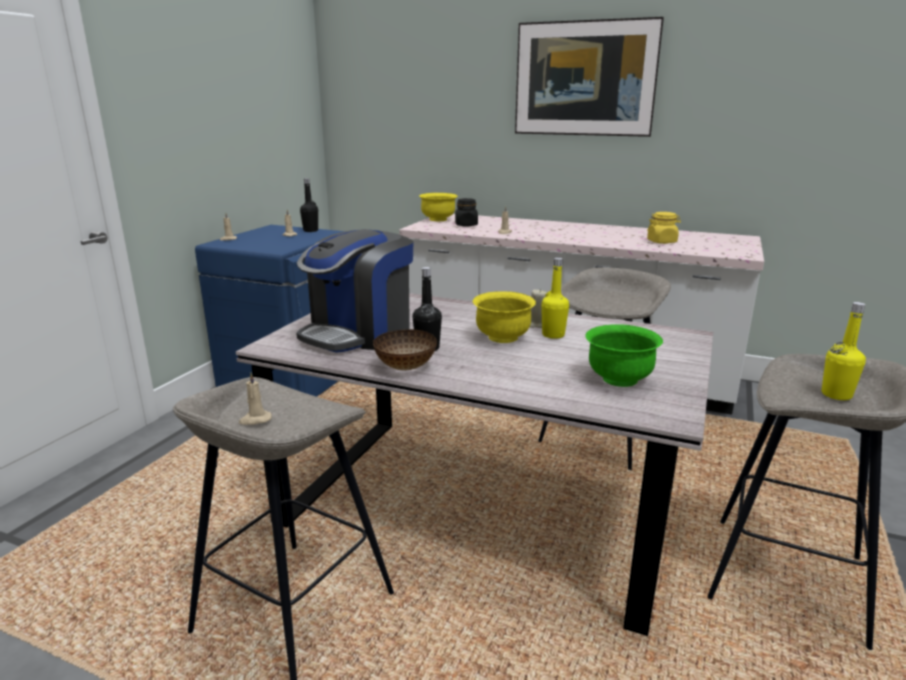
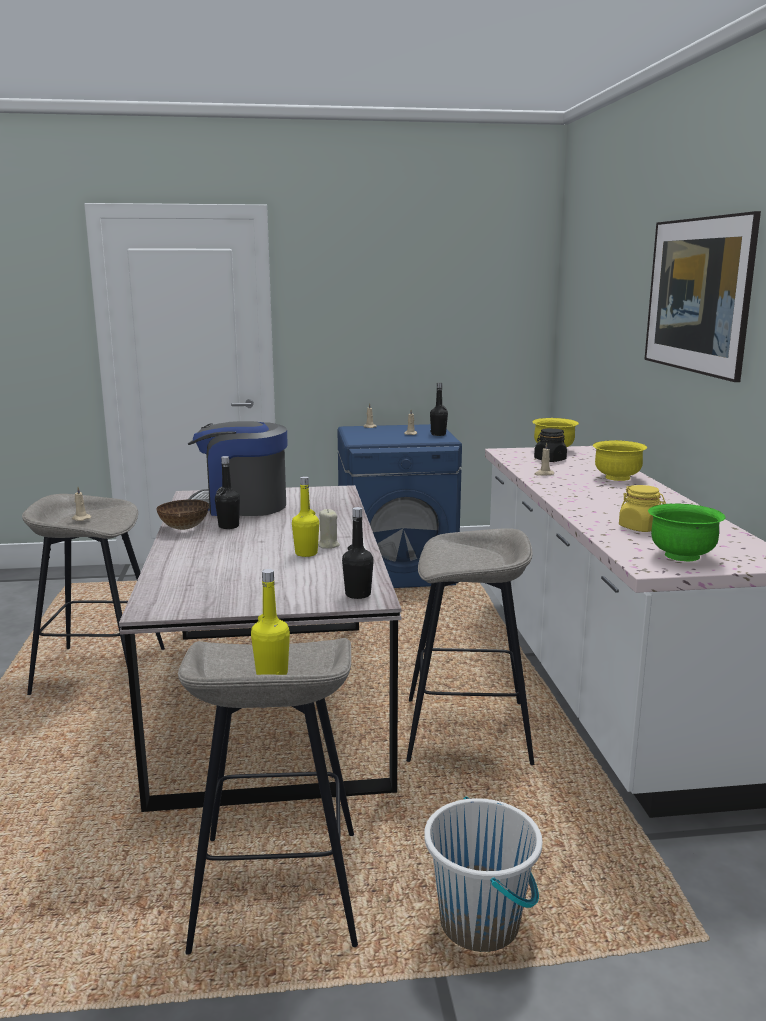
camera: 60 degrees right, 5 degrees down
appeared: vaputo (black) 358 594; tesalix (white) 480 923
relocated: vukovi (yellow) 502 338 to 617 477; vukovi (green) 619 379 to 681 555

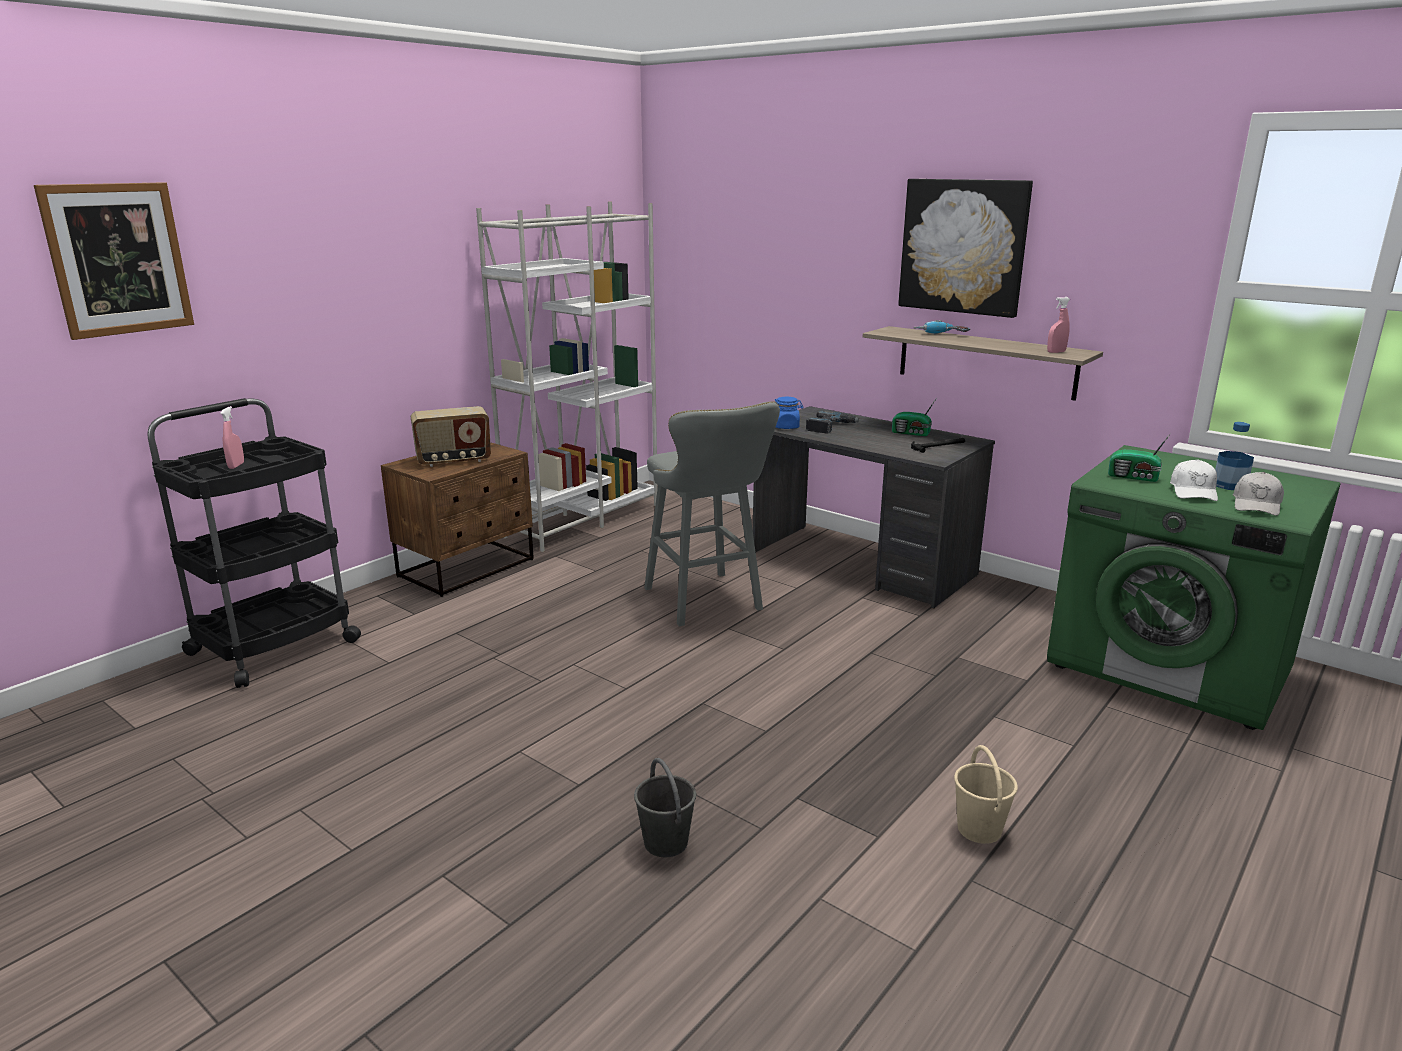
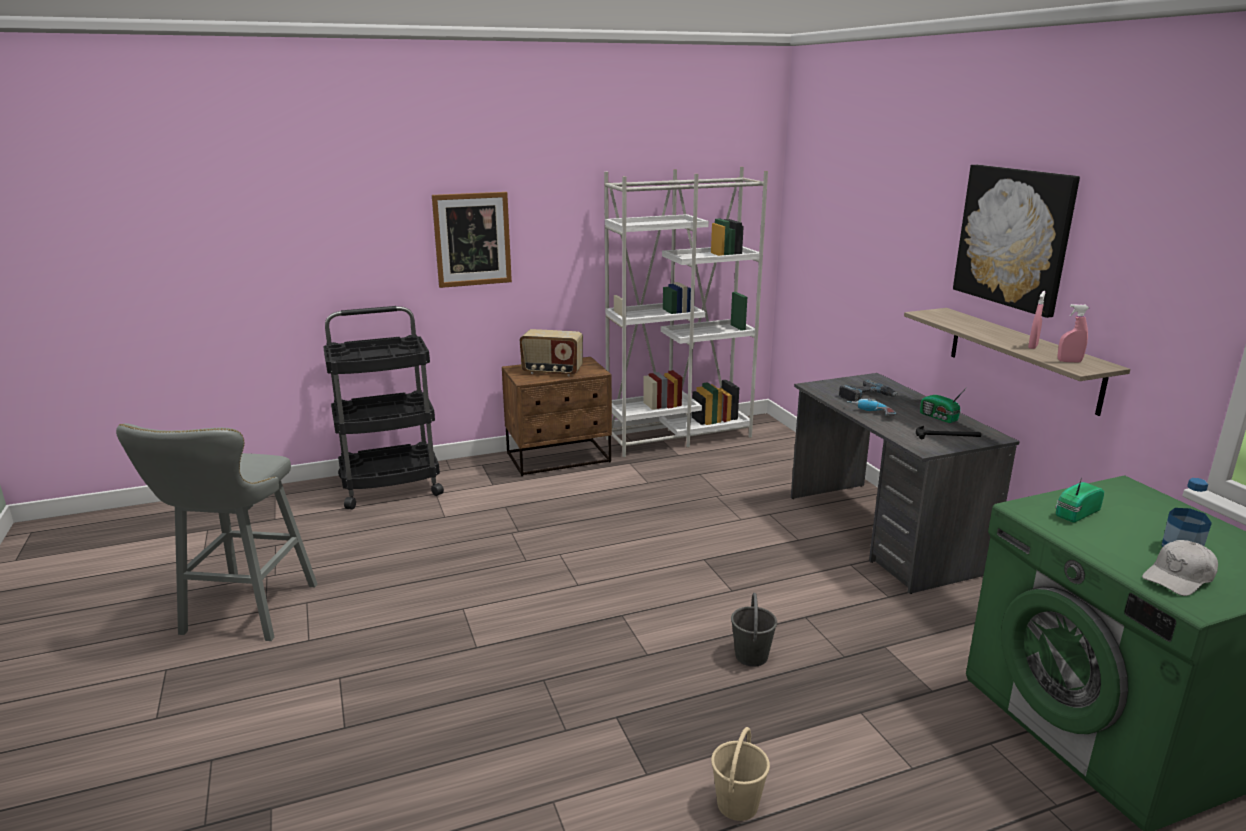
camera: 30 degrees right, 0 degrees up
missing: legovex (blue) 786 427; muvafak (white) 1193 491
relocated: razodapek 118 259 to 472 239; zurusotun 941 335 to 870 413; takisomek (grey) 708 604 to 242 617; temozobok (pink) 236 465 to 1033 346; tesalix (grey) 665 842 to 751 656
spun: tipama 1134 477 = 1075 513 90 degrees clockwise

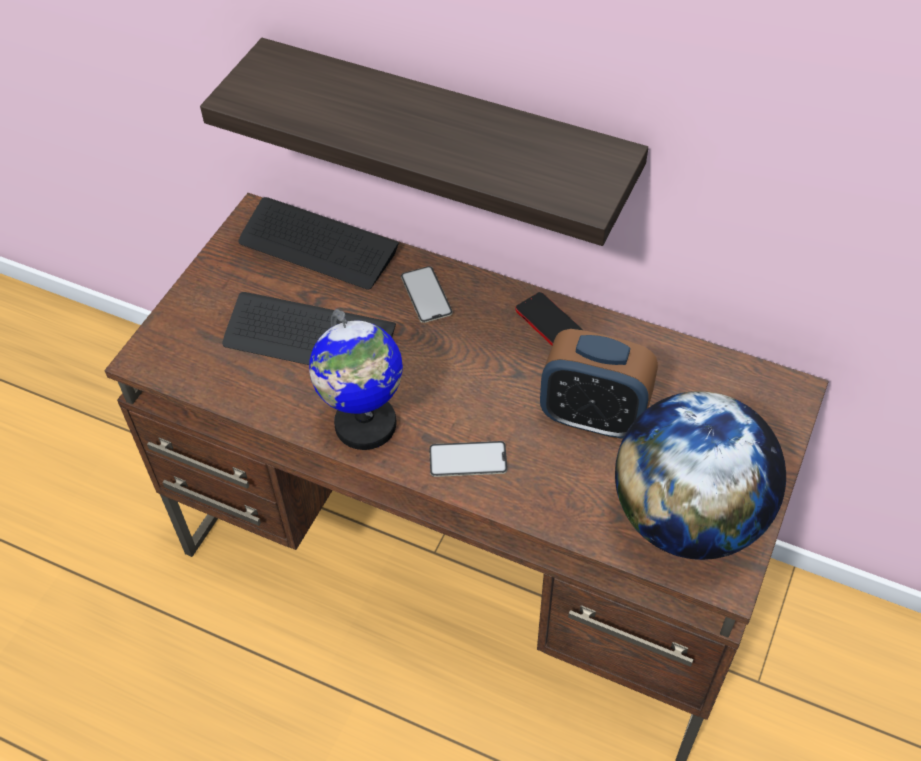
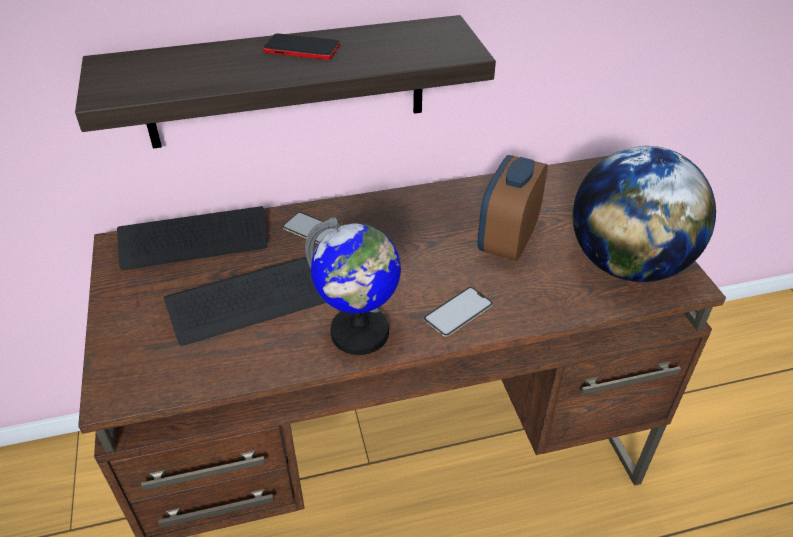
camera: 40 degrees left, 10 degrees down
relocated: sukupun 549 322 to 302 48
spun: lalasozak 593 417 = 507 241 135 degrees clockwise

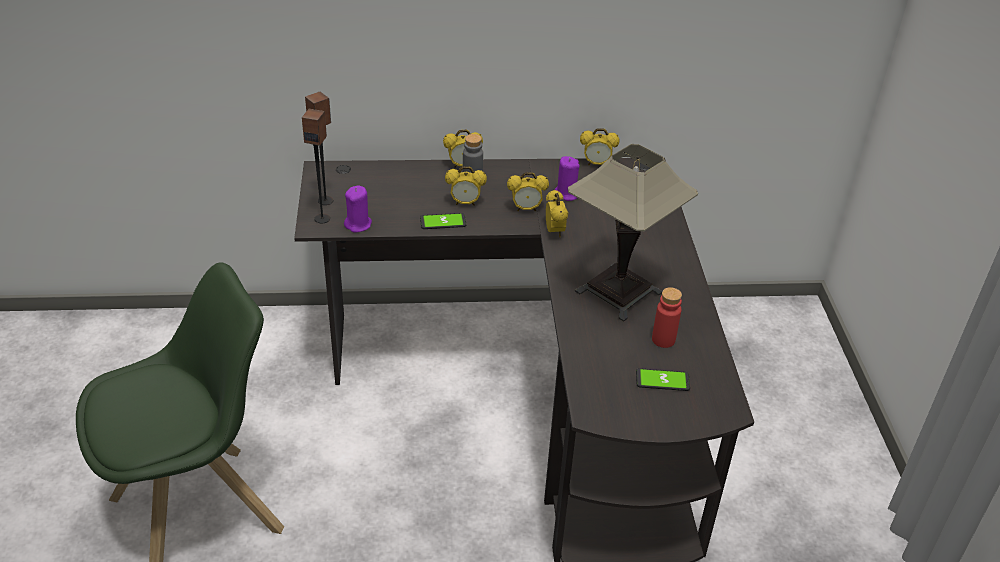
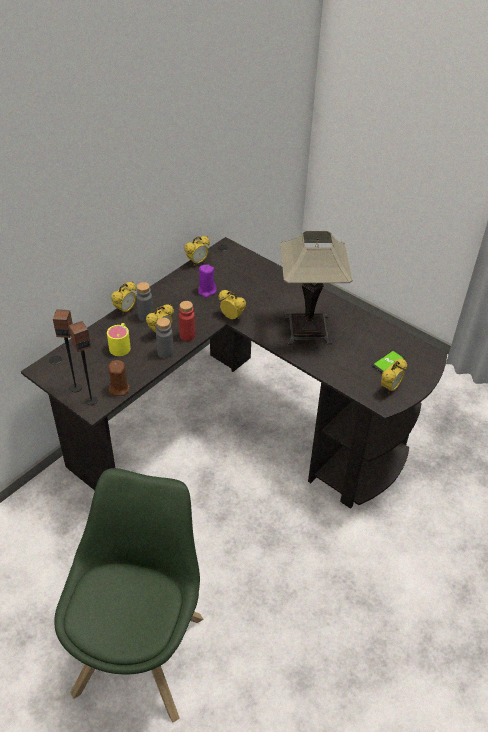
camera: 45 degrees left, 5 degrees up
appeared: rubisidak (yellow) 121 345
relocated: lalasozak 526 209 to 390 388; vaputo (red) 663 339 to 187 335
exchanged: sukupun 443 222 to vaputo (grey) 165 352
colour: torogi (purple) 358 224 to torogi (brown) 119 388

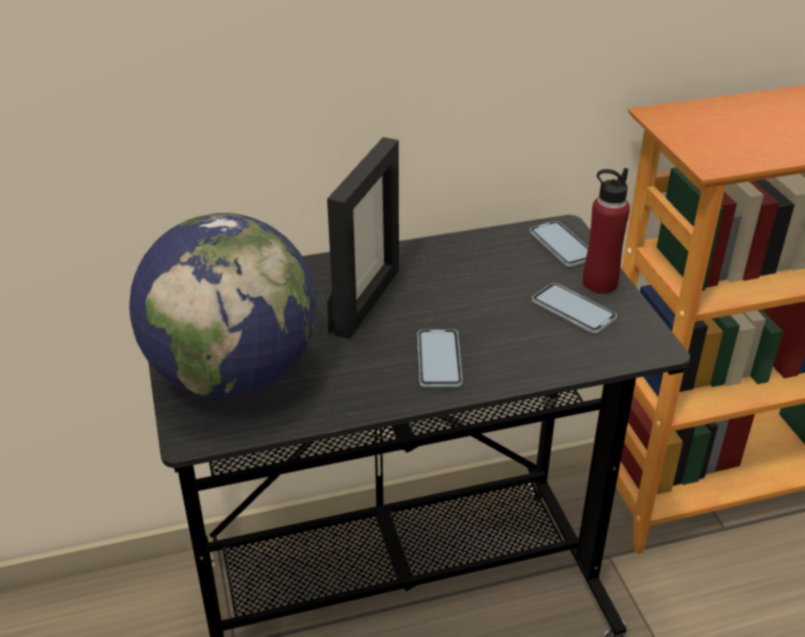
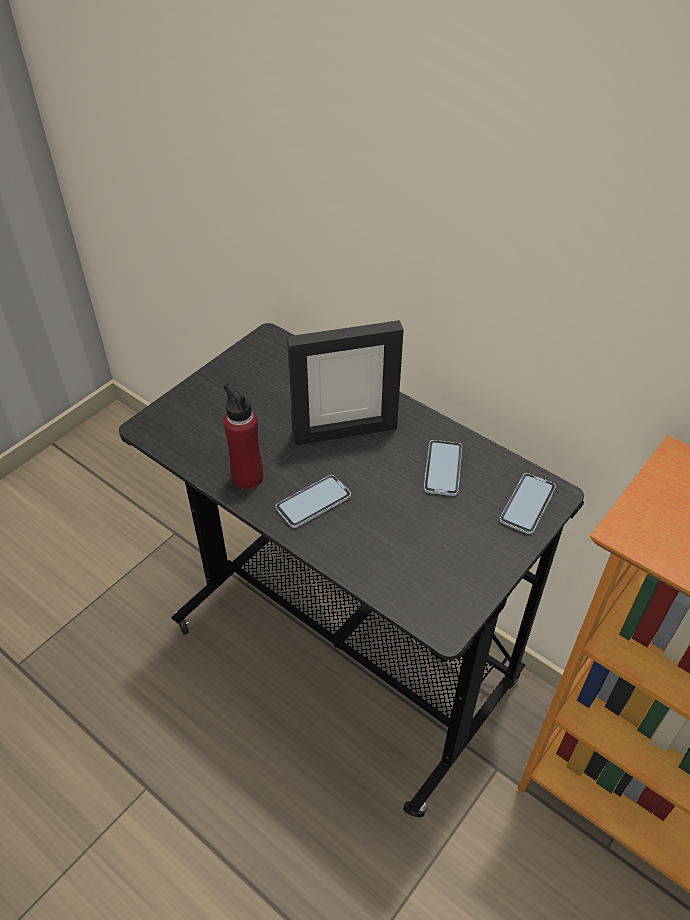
camera: 55 degrees right, 10 degrees up
missing: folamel 234 375
relocated: vaputo (red) 599 283 to 247 477; sukupun 573 310 to 443 469

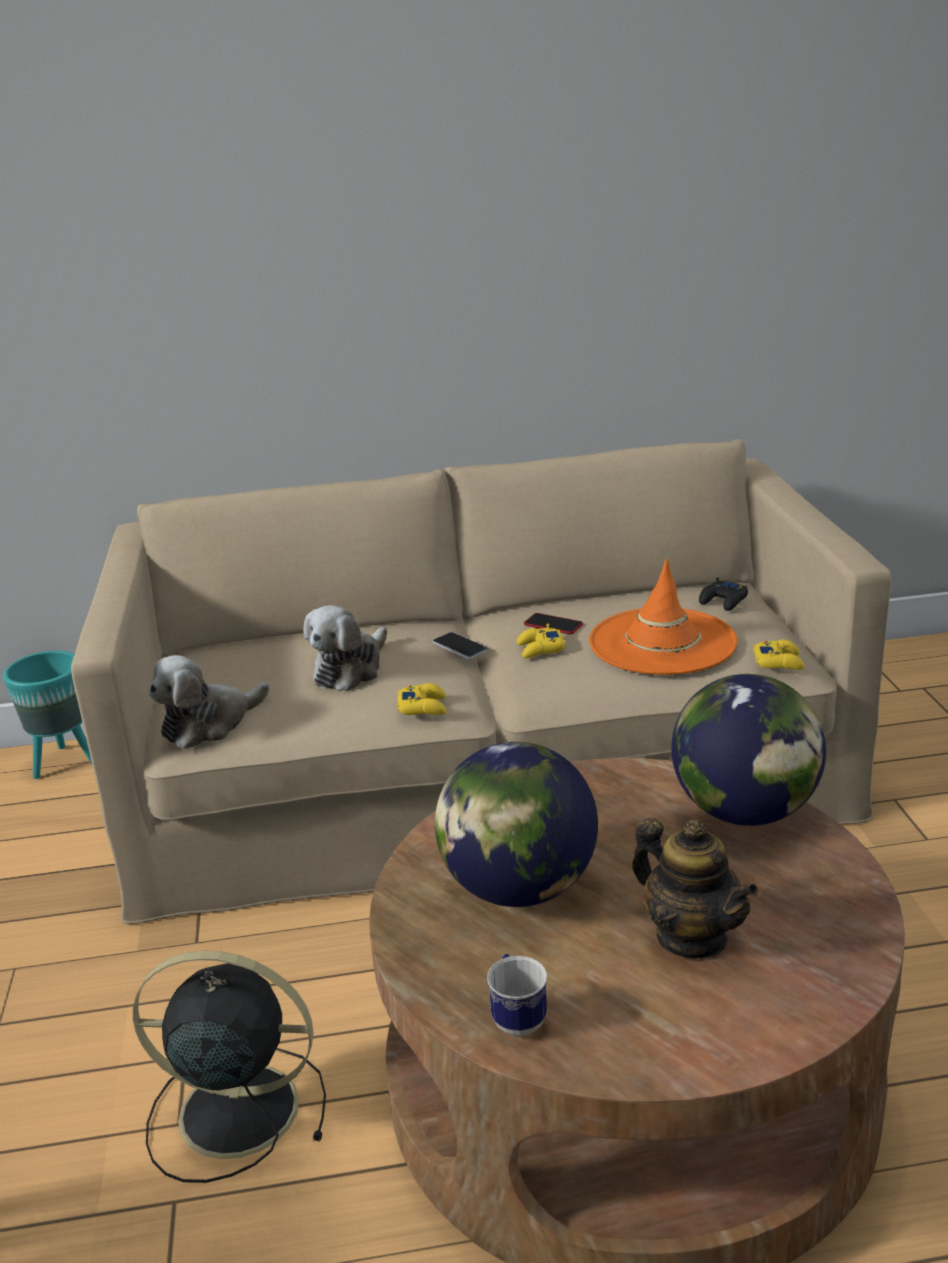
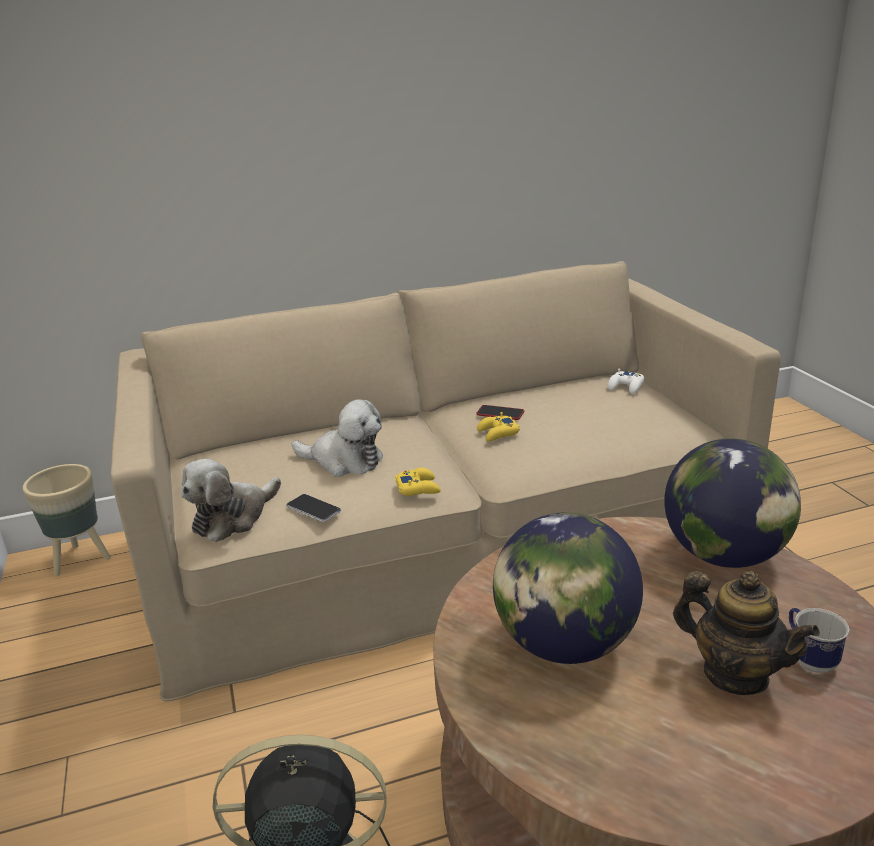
camera: 10 degrees left, 0 degrees up
missing: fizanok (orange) 662 642; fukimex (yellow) 779 661
relocated: sukupun 459 647 to 313 509; rubisidak 517 1017 to 808 658
colour: fukimex (black) 724 601 to fukimex (white) 626 386; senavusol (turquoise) 65 763 to senavusol (beige) 81 559
spun: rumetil 350 669 = 344 461 90 degrees counterclockwise

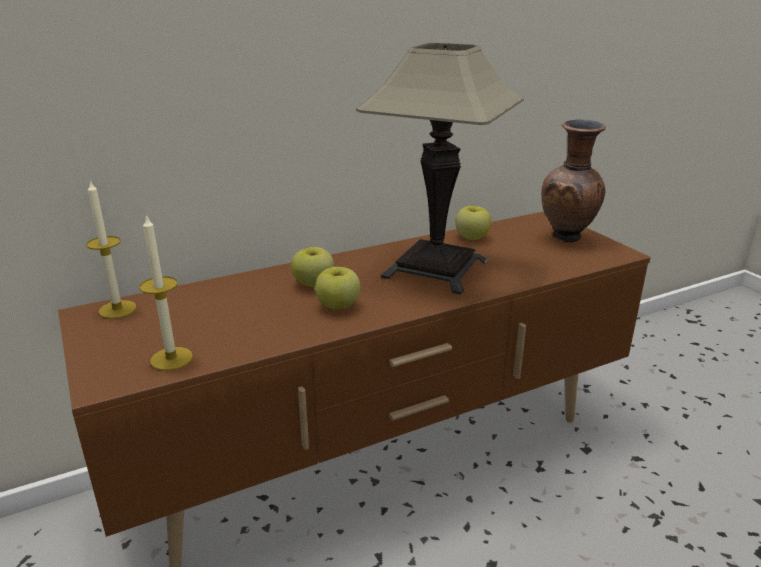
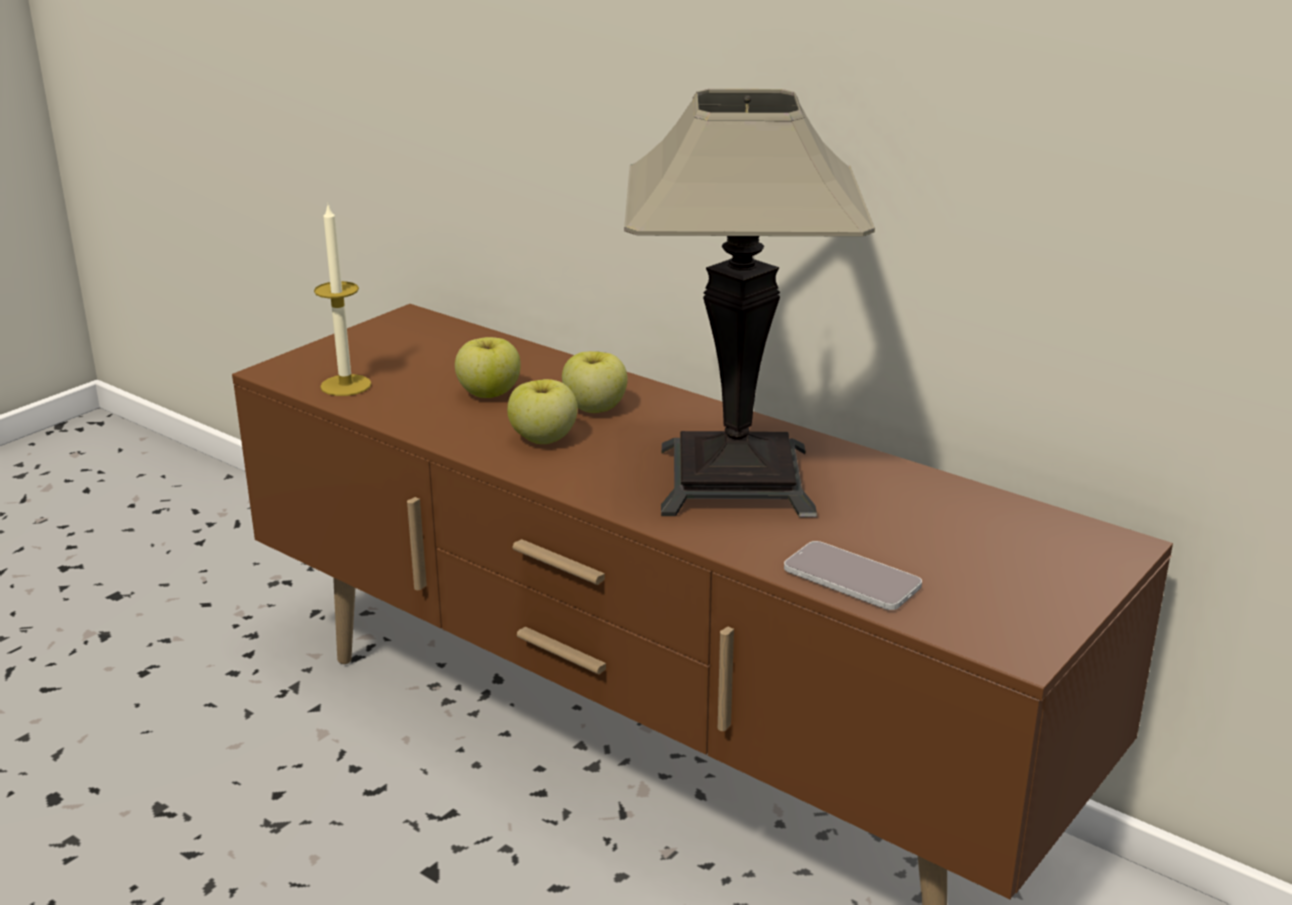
camera: 65 degrees right, 0 degrees up
missing: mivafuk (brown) 567 238; torogi 117 309
appeared: sukupun 851 578
relocated: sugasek 472 237 to 489 393

